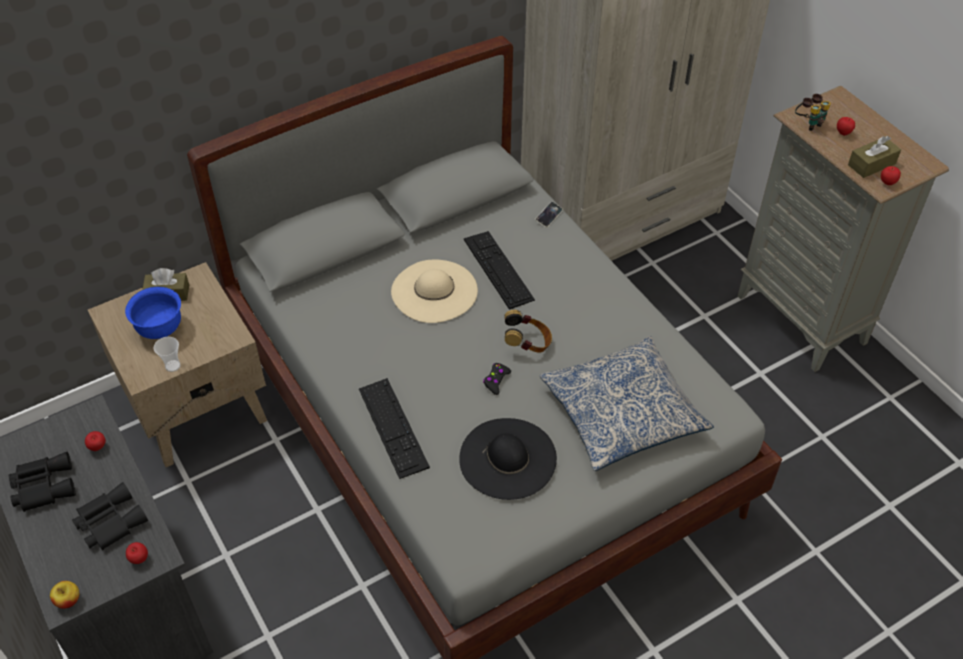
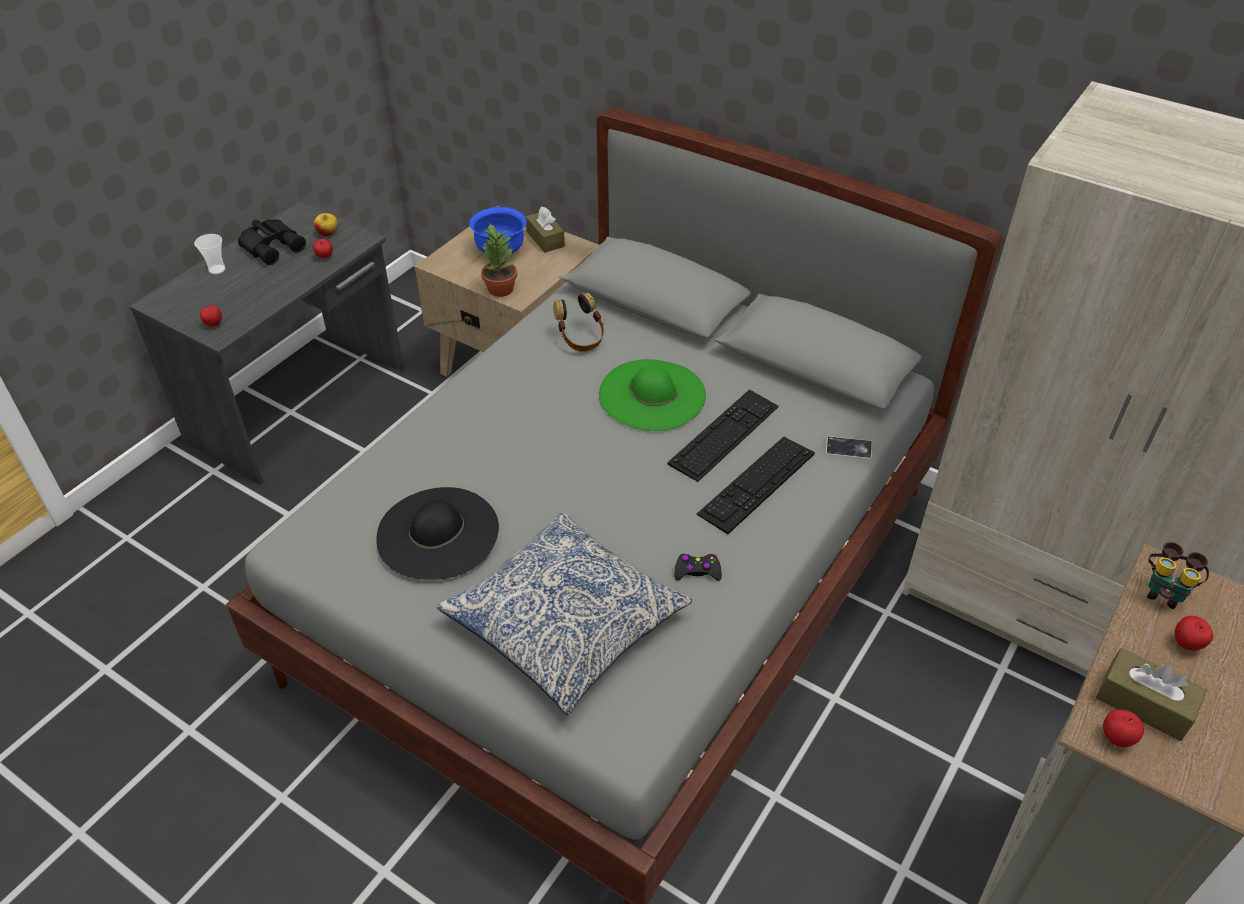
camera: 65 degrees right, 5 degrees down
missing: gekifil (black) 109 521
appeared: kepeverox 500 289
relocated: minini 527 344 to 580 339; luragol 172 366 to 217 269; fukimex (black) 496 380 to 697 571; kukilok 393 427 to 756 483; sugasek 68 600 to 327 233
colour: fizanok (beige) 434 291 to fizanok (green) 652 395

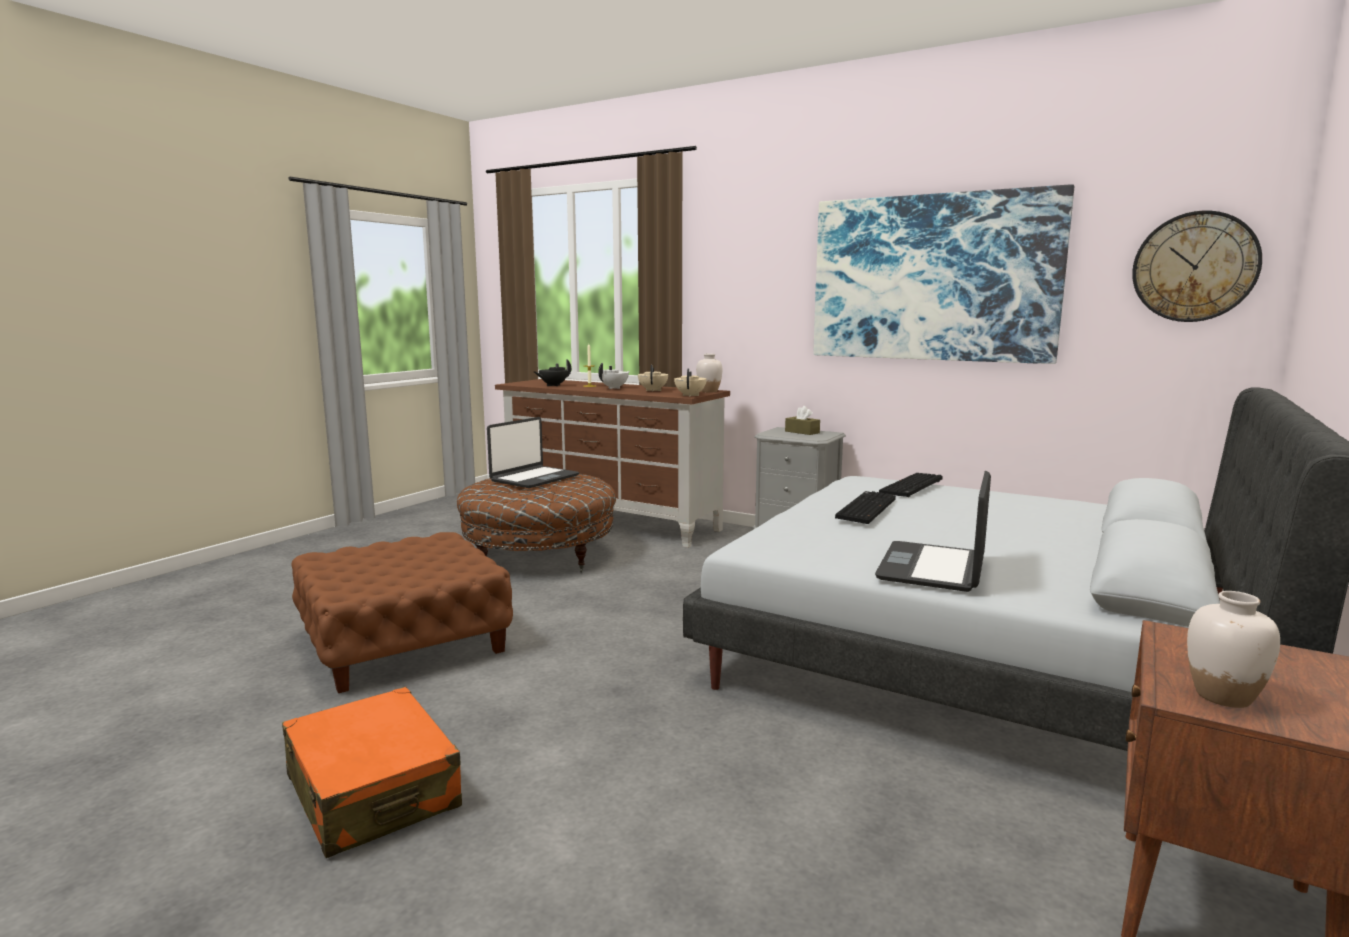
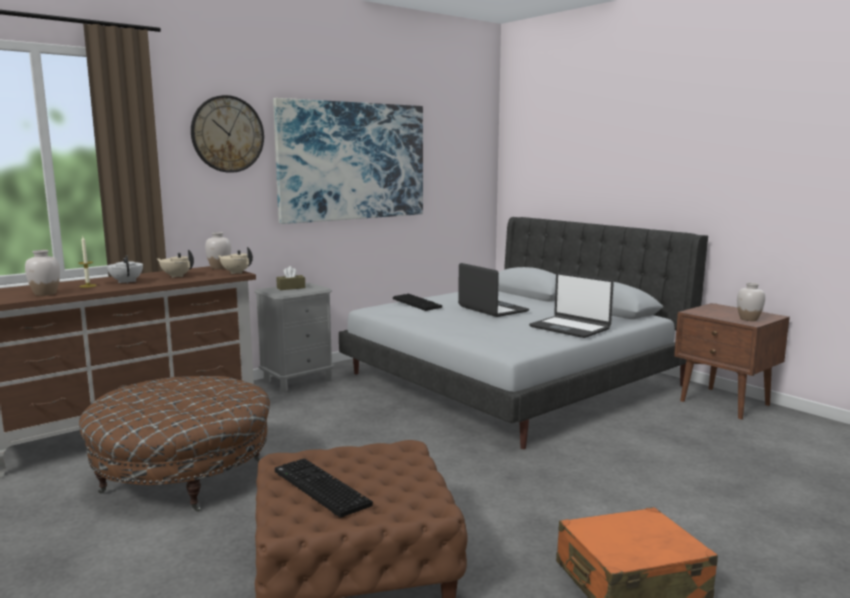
camera: 70 degrees left, 0 degrees up
relocated: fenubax 1194 267 to 227 134; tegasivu 534 478 to 492 309; kukilok 865 508 to 318 488
exchanged: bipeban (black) 553 385 to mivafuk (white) 45 294

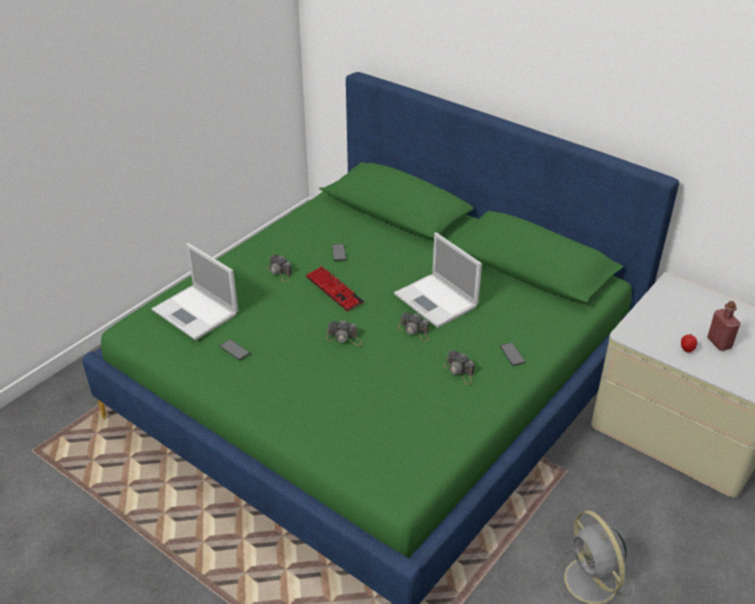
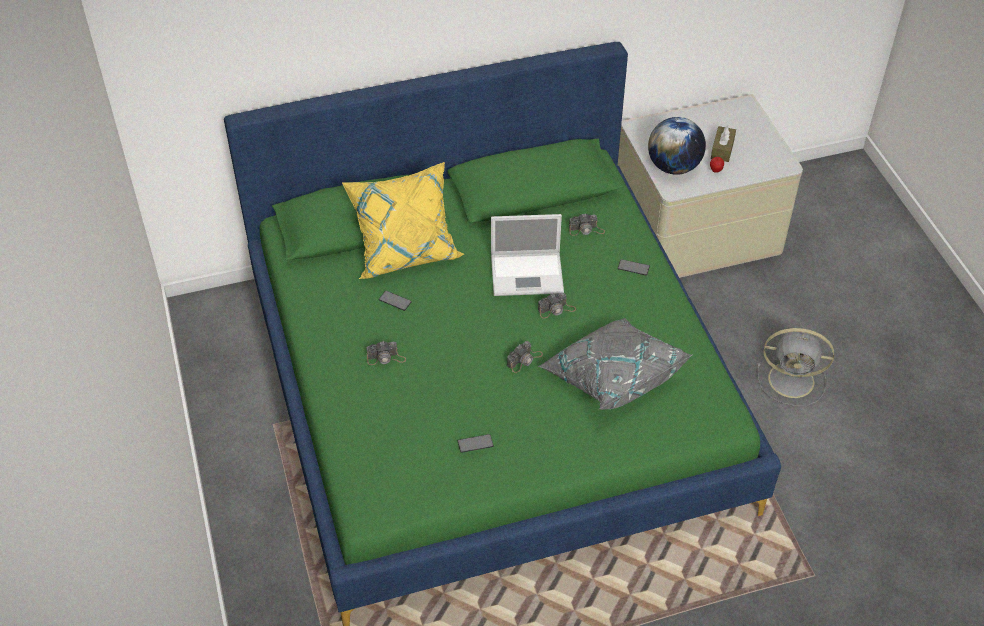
camera: 55 degrees left, 10 degrees up
missing: tegasivu 196 313; kukilok 334 290
appeared: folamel 674 167; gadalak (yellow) 405 251; gadalak (grey) 611 377
relocated: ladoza 459 371 to 586 230
exchanged: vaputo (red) 719 343 to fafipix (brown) 722 149

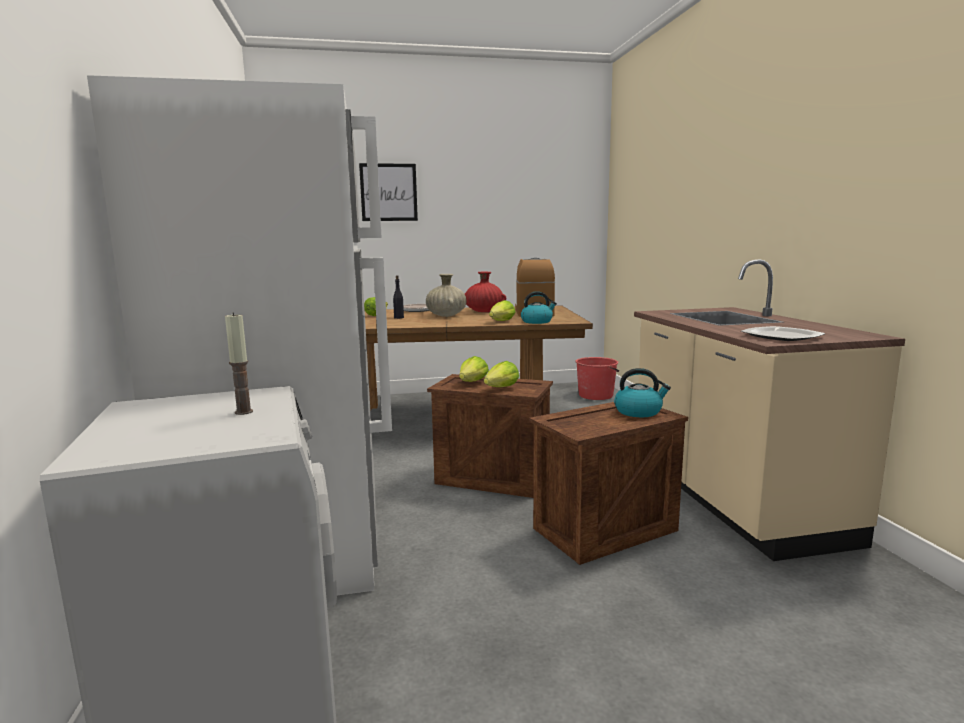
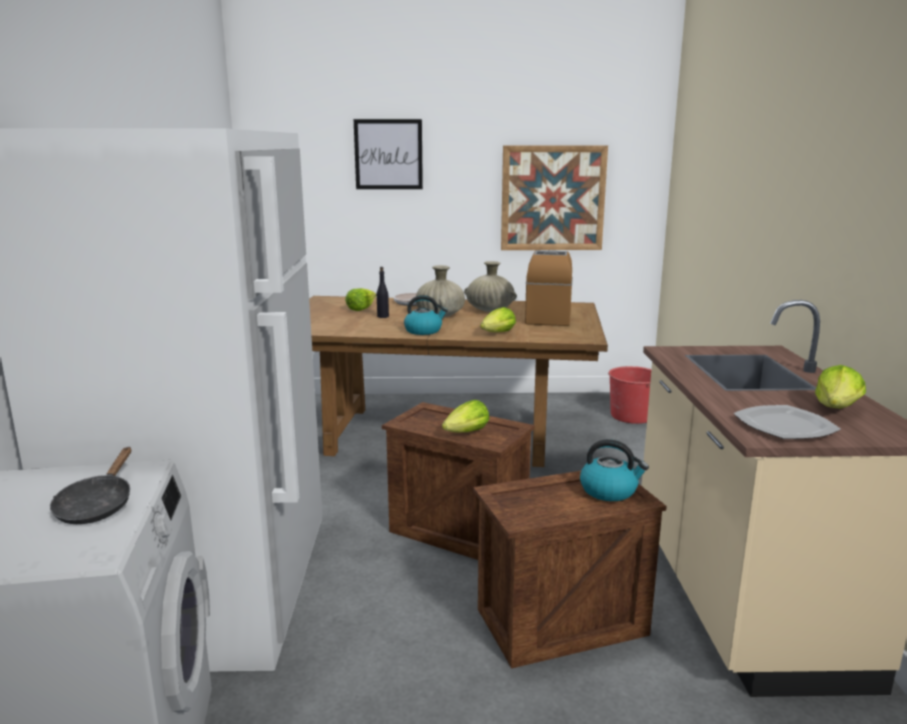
camera: 10 degrees right, 5 degrees up
appeared: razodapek 553 198
relocated: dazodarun 537 321 to 424 331; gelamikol 472 382 to 837 408
exchanged: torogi 244 412 to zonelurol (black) 97 505
colour: mivafuk (red) 484 311 to mivafuk (beige) 490 310

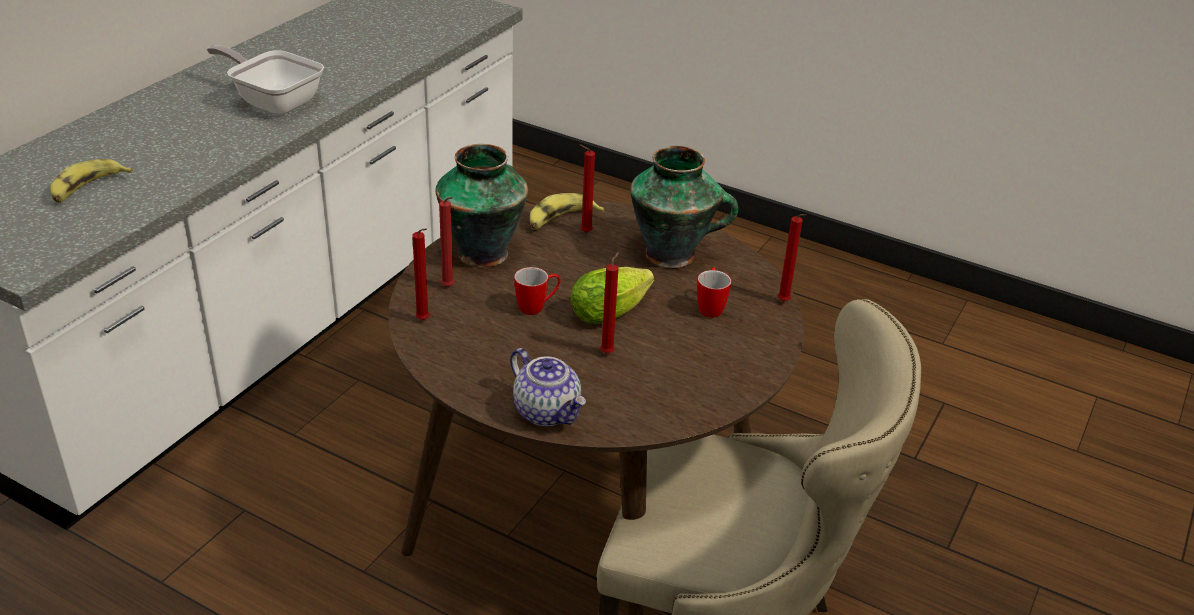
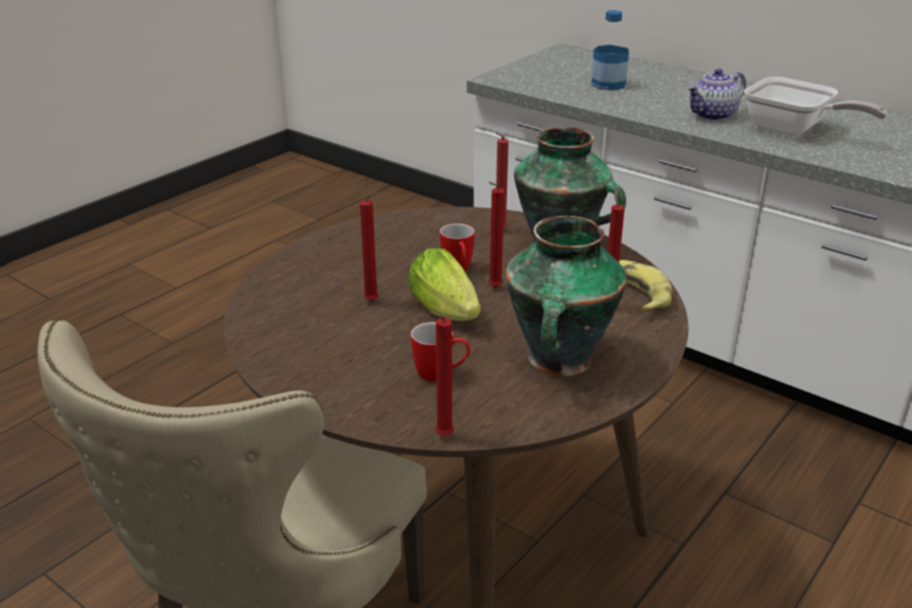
camera: 100 degrees right, 5 degrees down
relocated: torogi (red) 424 321 to 493 288; bipeban 548 411 to 713 115
exchanged: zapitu 88 189 to vaputo 608 84
spun: zonelurol 273 102 = 793 131 90 degrees clockwise

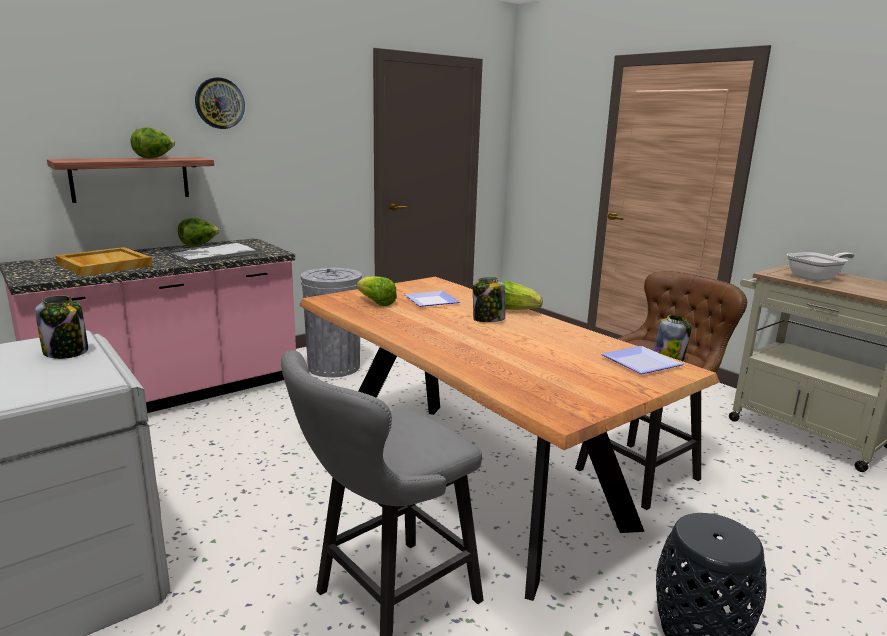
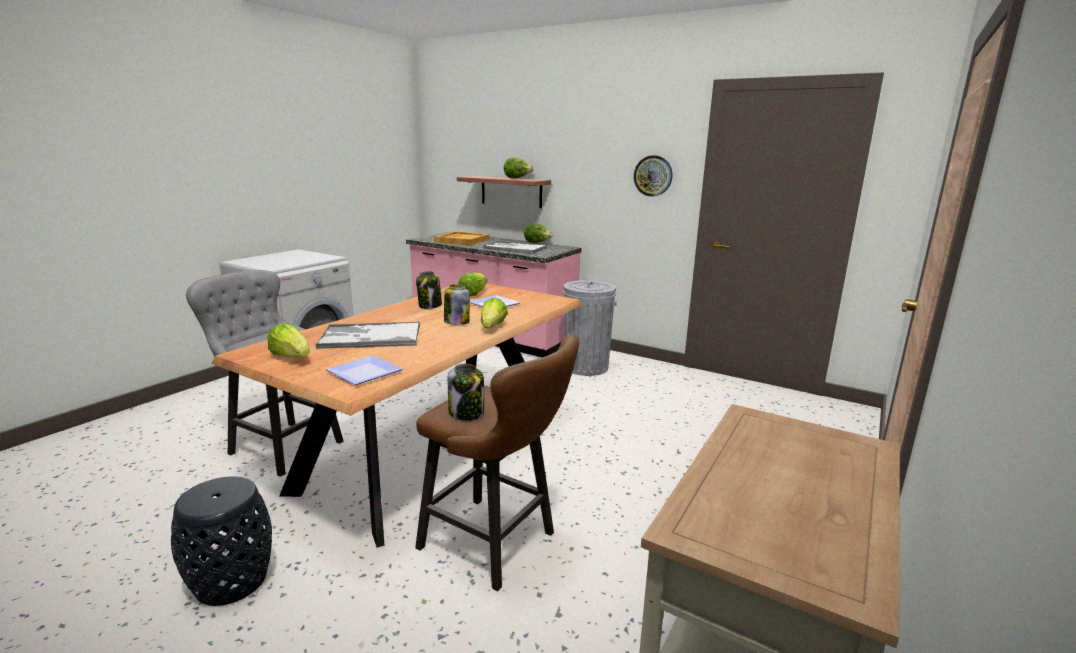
camera: 70 degrees right, 0 degrees up
missing: zonelurol 816 278
appeared: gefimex 370 337; gelamikol 291 357
relocated: fenubax 219 103 to 653 176; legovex 66 352 to 430 306

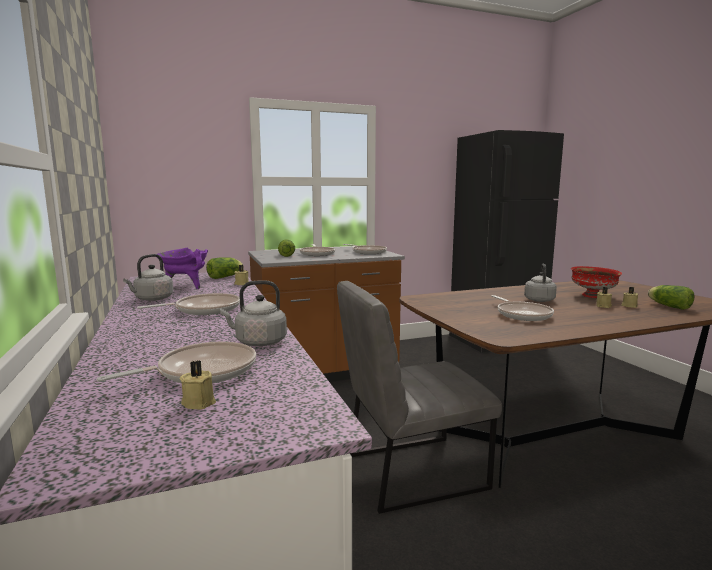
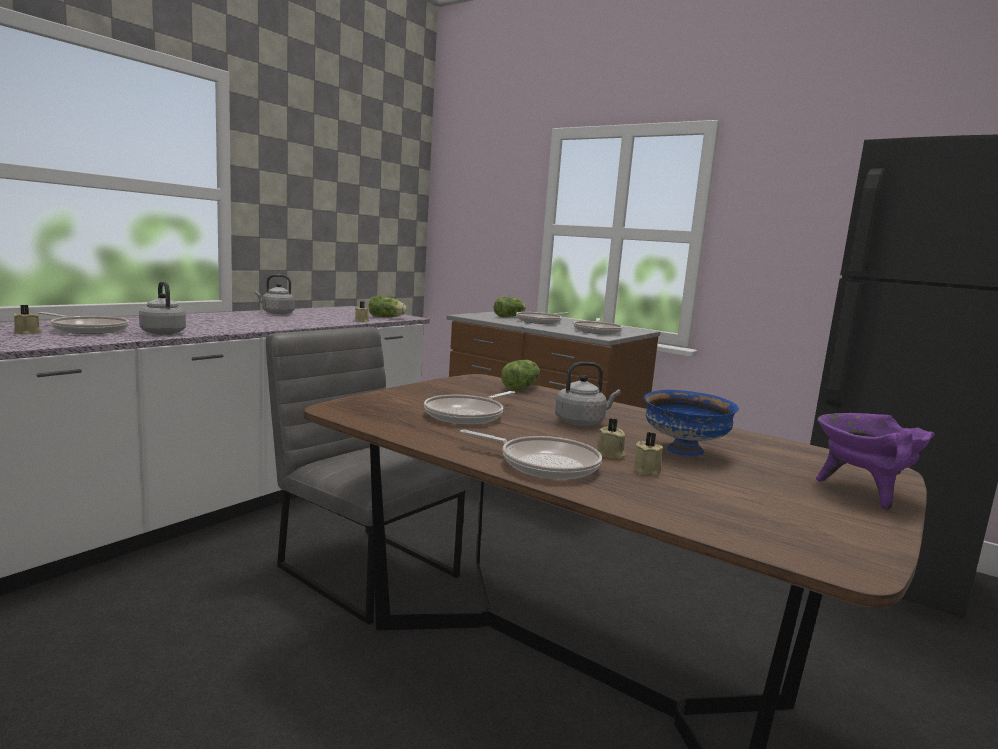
camera: 55 degrees right, 0 degrees up
relocated: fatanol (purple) 185 286 to 862 492; gelamikol 668 306 to 522 387; zonelurol 204 309 to 543 464
colour: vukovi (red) 593 296 to vukovi (blue) 685 451

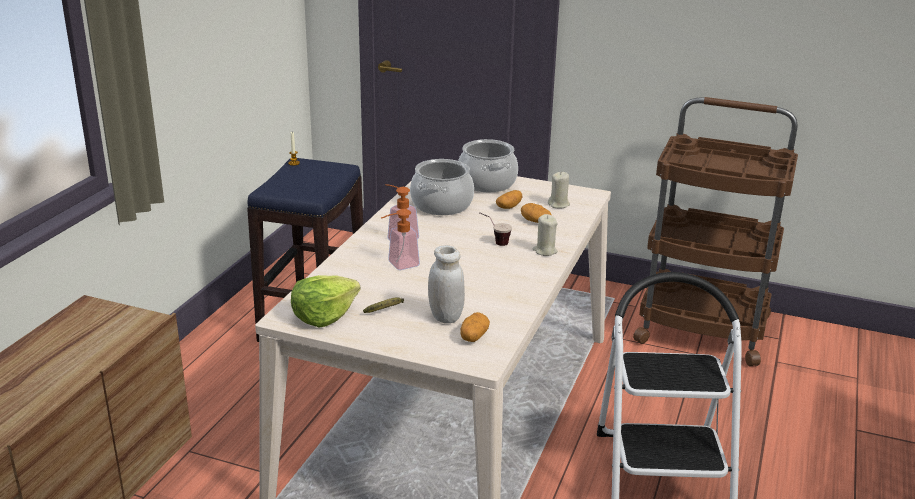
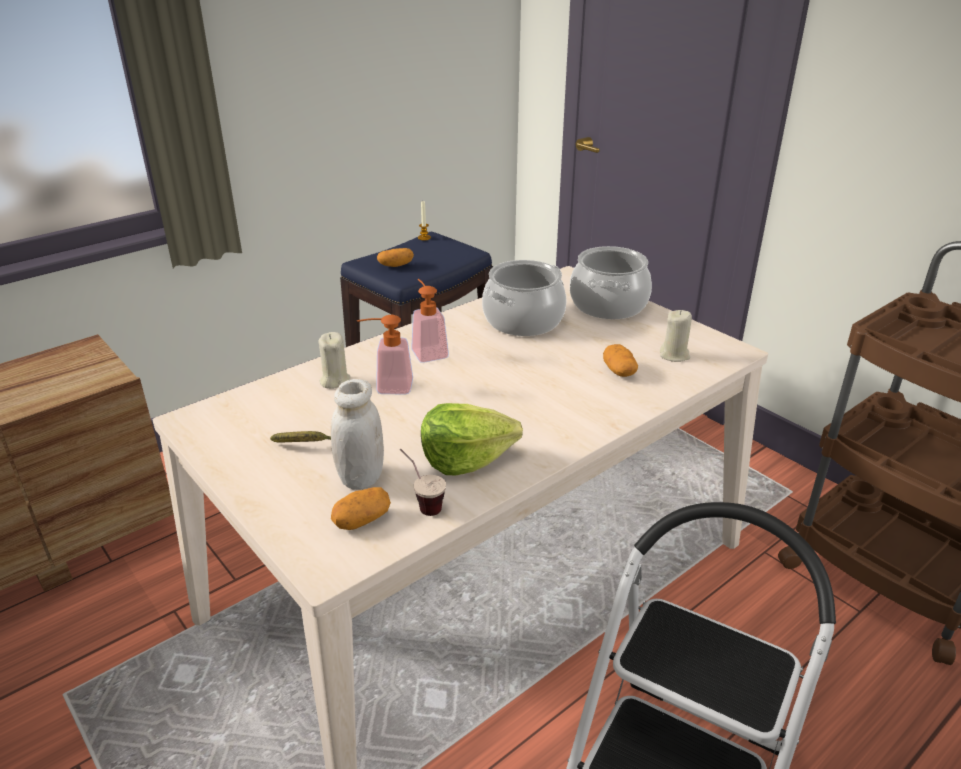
camera: 30 degrees right, 5 degrees up
relocated: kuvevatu 509 207 to 395 265; luragol 494 242 to 421 503; torogi (beige) 545 251 to 334 381; gelamikol 324 316 to 466 458

